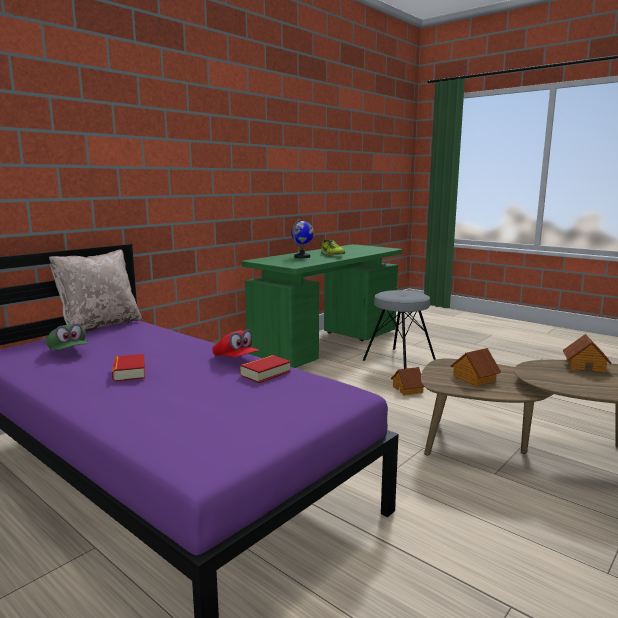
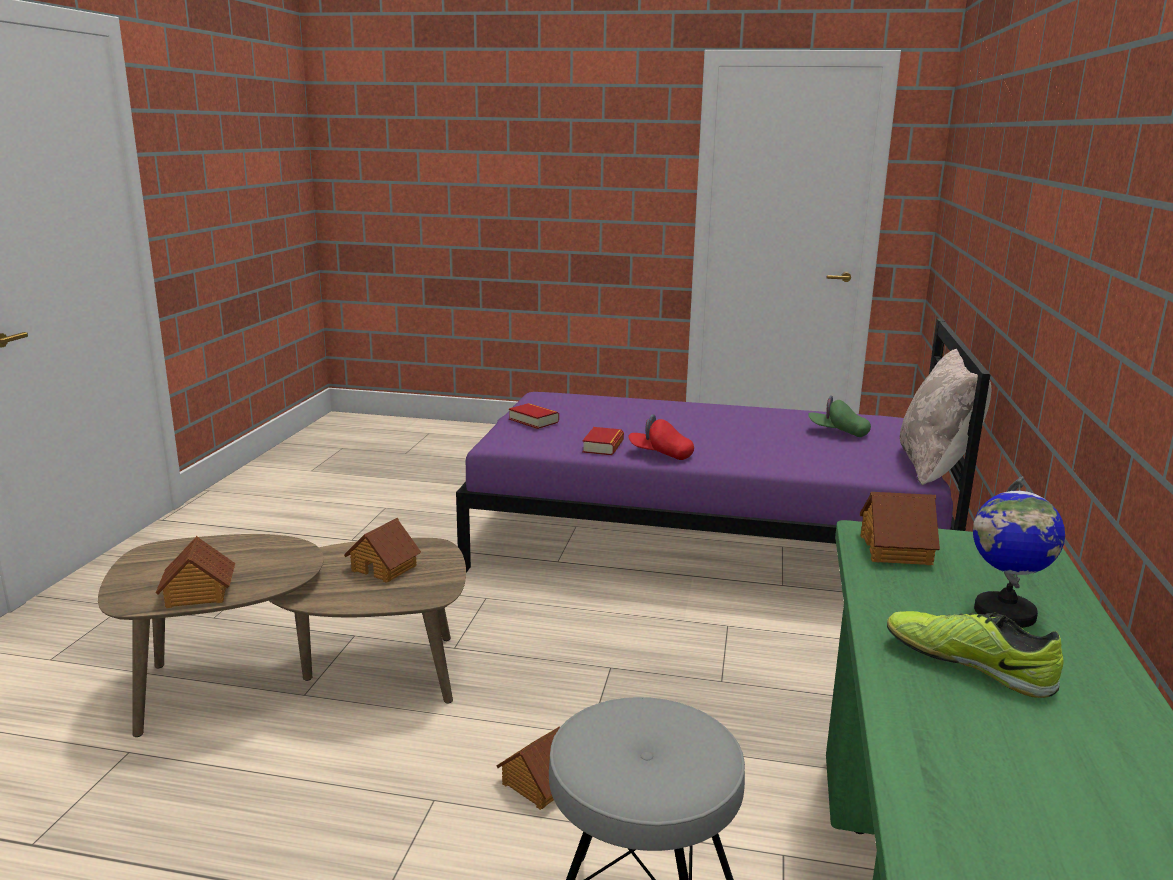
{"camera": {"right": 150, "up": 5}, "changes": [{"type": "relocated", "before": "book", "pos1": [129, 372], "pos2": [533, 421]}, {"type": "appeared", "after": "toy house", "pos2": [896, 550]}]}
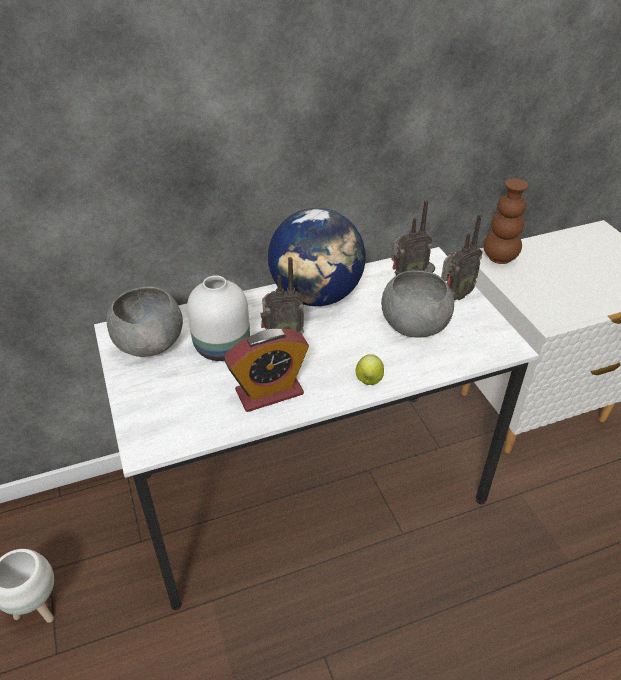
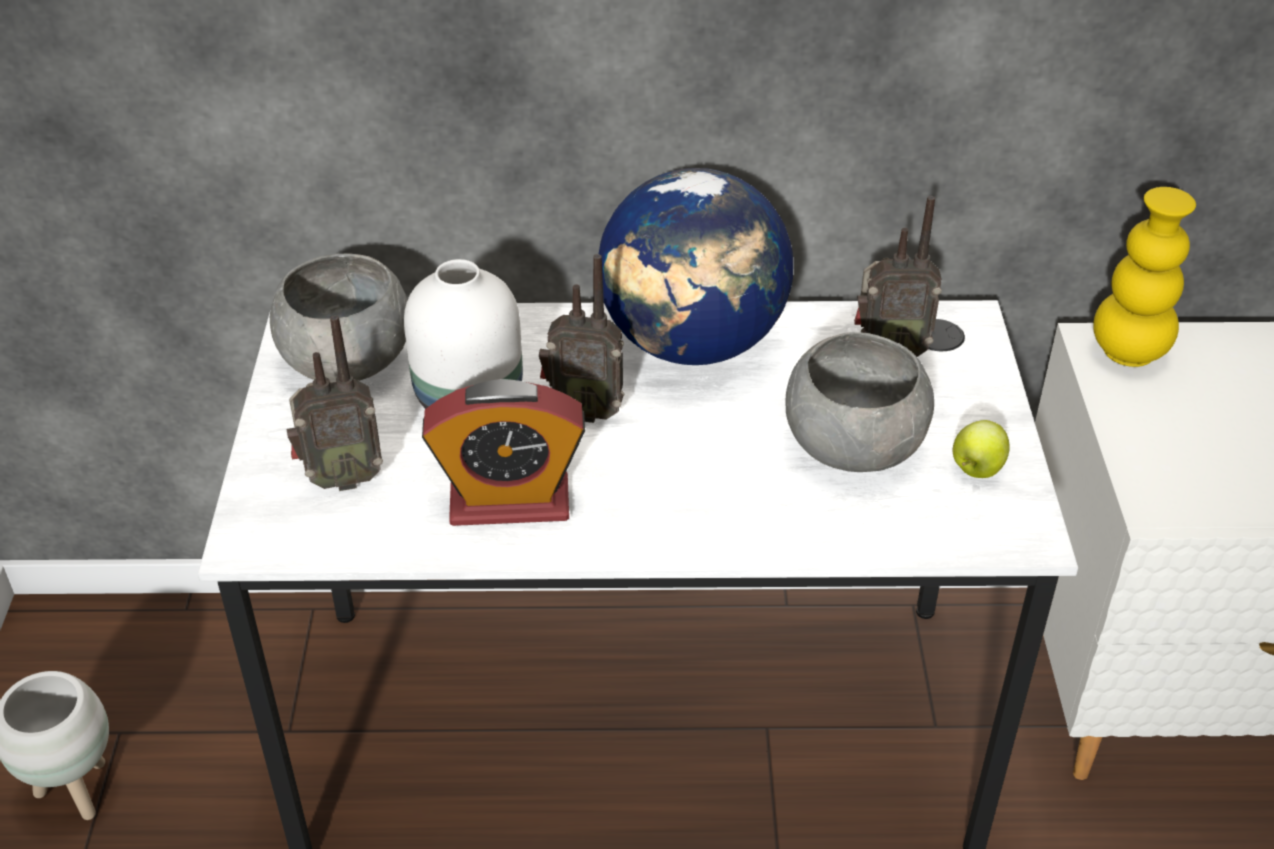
{"camera": {"right": 20, "up": 0}, "changes": [{"type": "relocated", "before": "radio", "pos1": [454, 296], "pos2": [341, 478]}, {"type": "relocated", "before": "apple", "pos1": [369, 380], "pos2": [976, 469]}, {"type": "colour", "before": "brown vase", "after": "yellow vase", "pos1": [499, 258], "pos2": [1128, 353]}]}
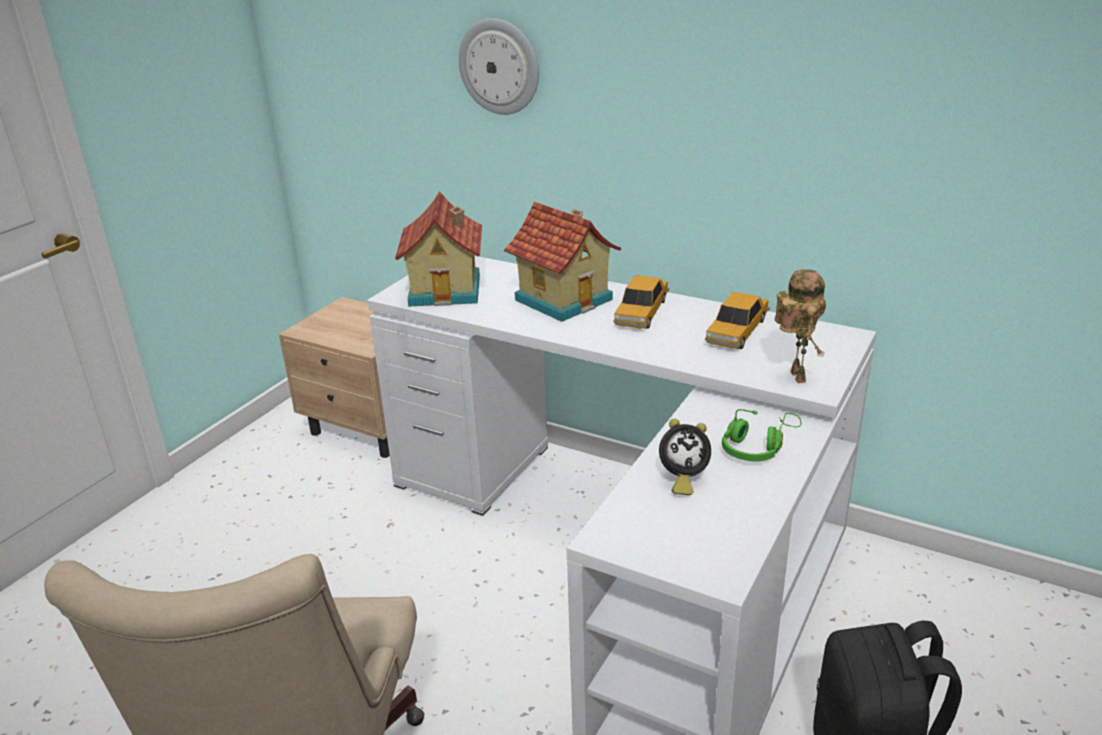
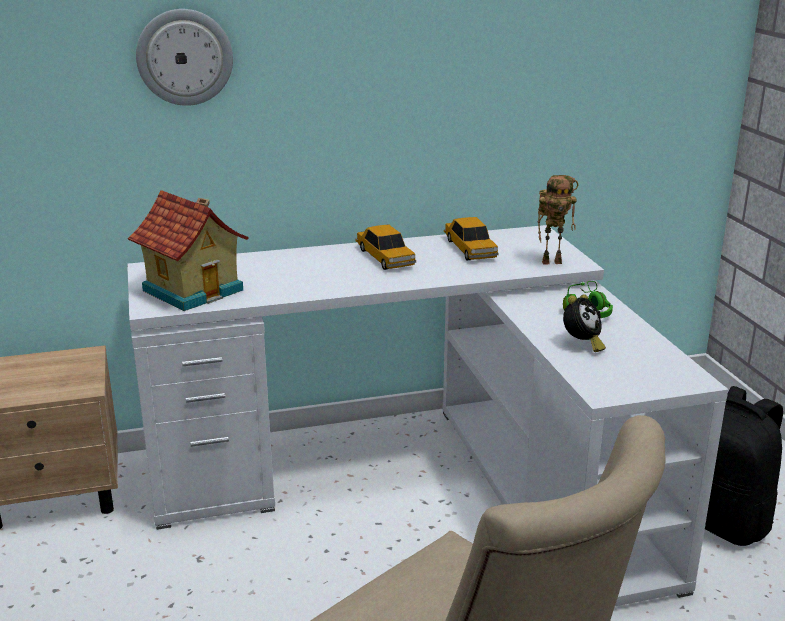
{"camera": {"right": -45, "up": -5}, "changes": [{"type": "spun", "before": "toy robot", "pos1": [794, 376], "pos2": [552, 262], "turn": 135}, {"type": "missing", "before": "toy house", "pos1": [565, 299]}]}
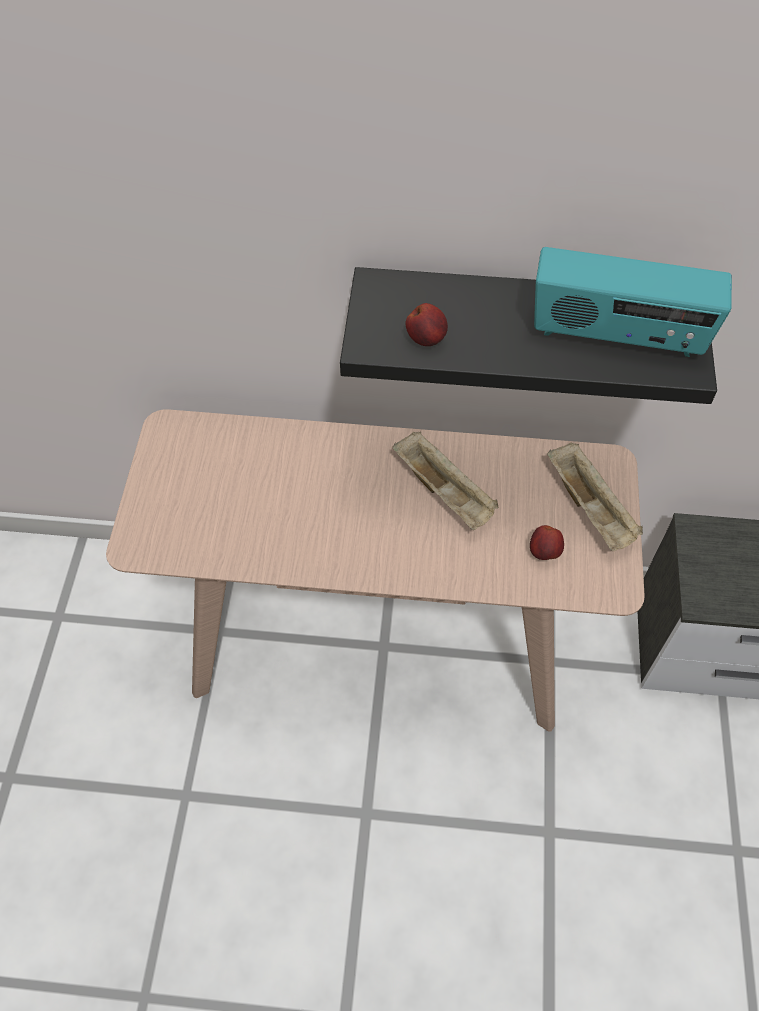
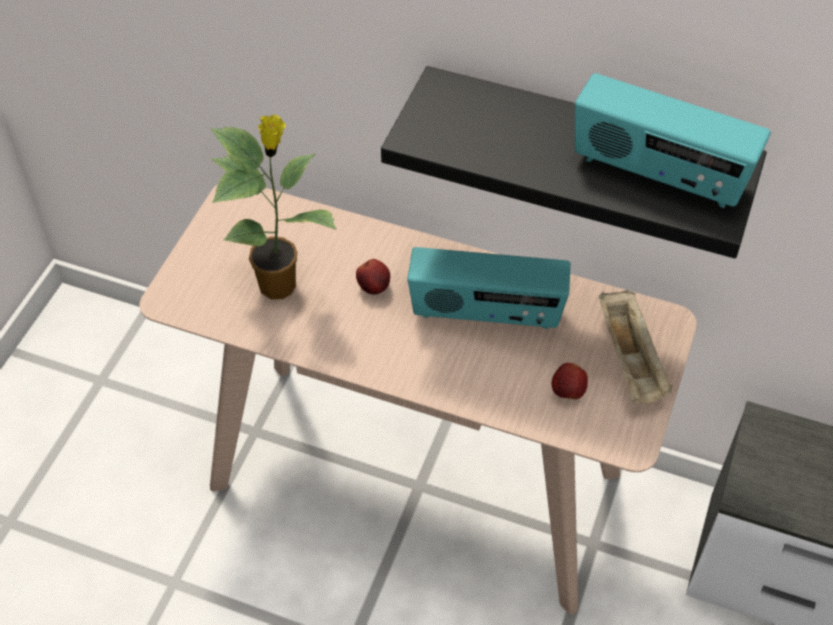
{"camera": {"right": 15, "up": -5}, "changes": [{"type": "appeared", "after": "potted plant", "pos2": [280, 285]}, {"type": "relocated", "before": "apple", "pos1": [426, 339], "pos2": [374, 287]}, {"type": "exchanged", "before": "beige tray", "after": "radio", "pos1": [445, 492], "pos2": [486, 313]}]}
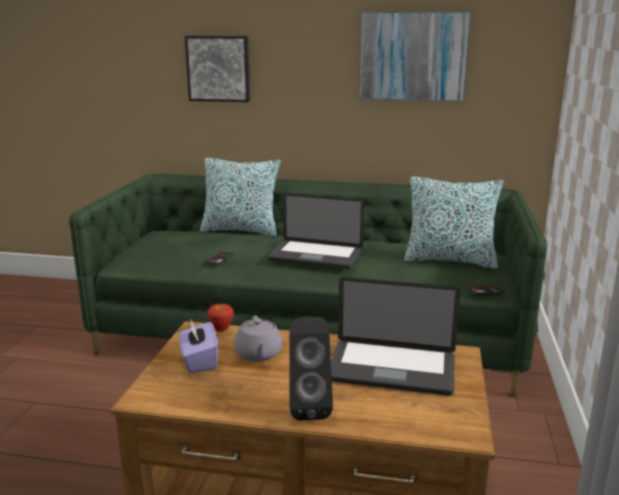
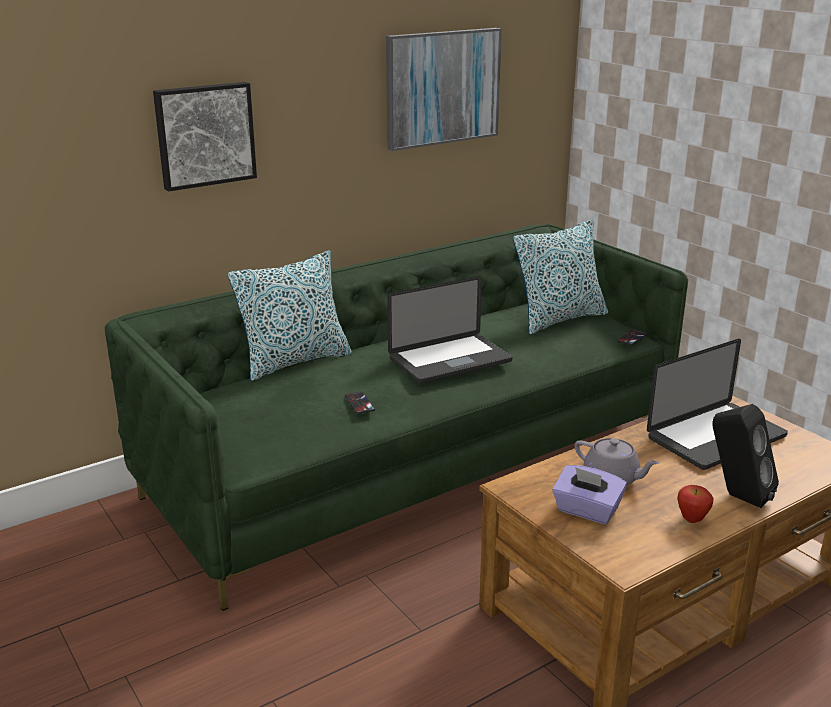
{"camera": {"right": -45, "up": 5}, "changes": [{"type": "relocated", "before": "apple", "pos1": [221, 330], "pos2": [692, 520]}]}
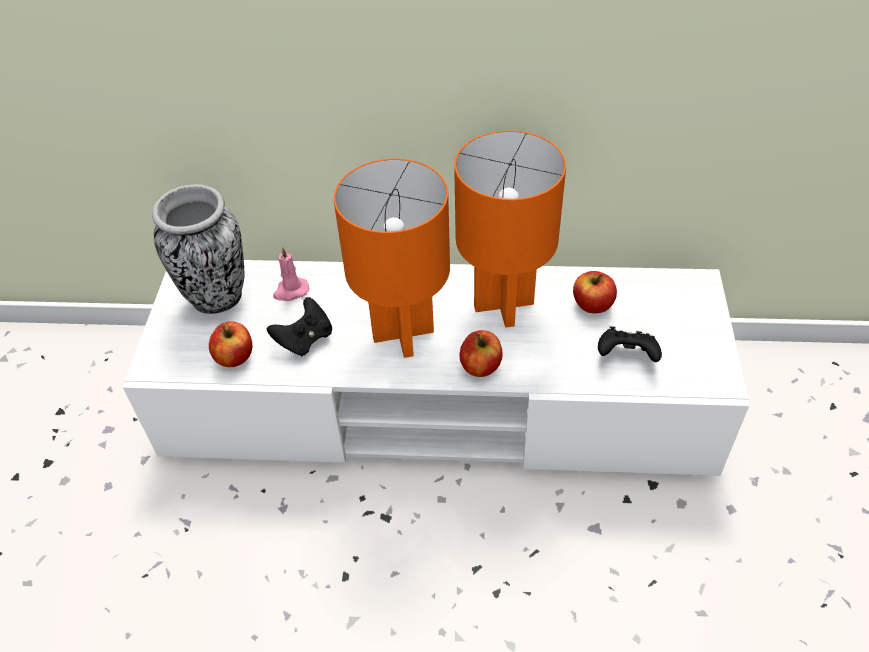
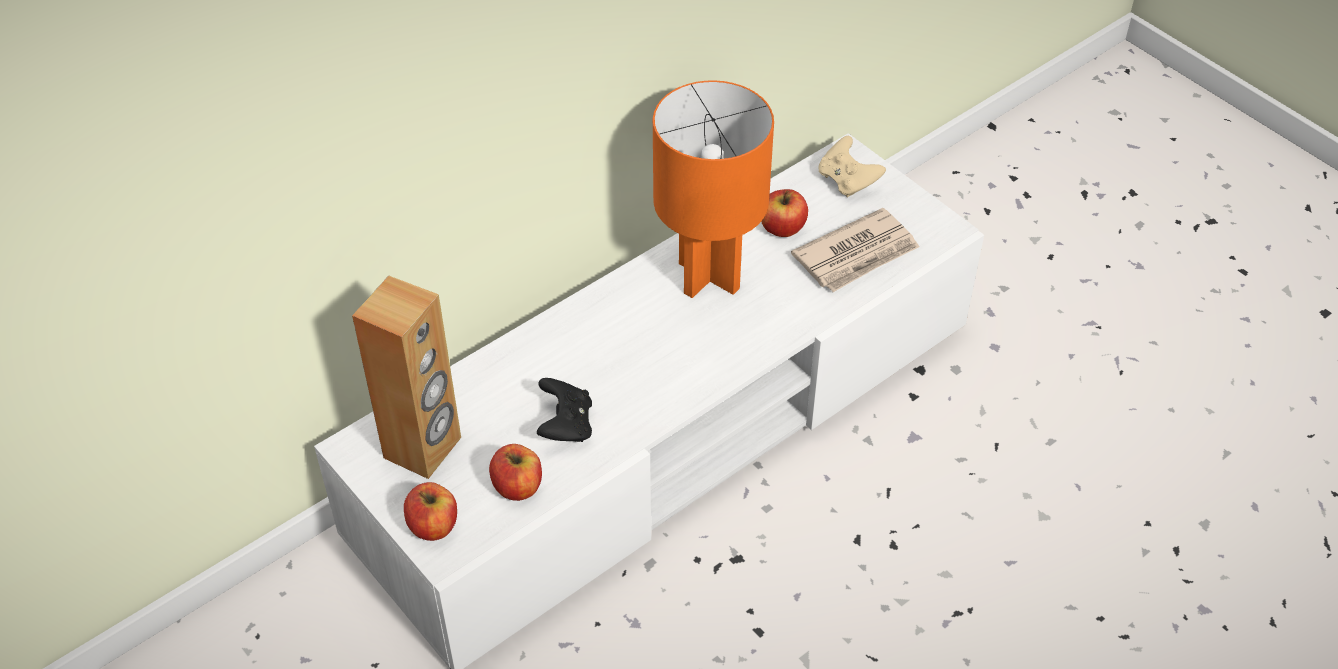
{"camera": {"right": -45, "up": 0}, "changes": [{"type": "exchanged", "before": "vase", "after": "brown speaker", "pos1": [217, 298], "pos2": [423, 448]}, {"type": "relocated", "before": "apple", "pos1": [481, 366], "pos2": [433, 525]}, {"type": "exchanged", "before": "black game controller", "after": "newspaper", "pos1": [626, 356], "pos2": [857, 254]}, {"type": "appeared", "after": "beige game controller", "pos2": [847, 181]}, {"type": "missing", "before": "pink candle", "pos1": [290, 291]}, {"type": "missing", "before": "orange table lamp", "pos1": [402, 333]}]}
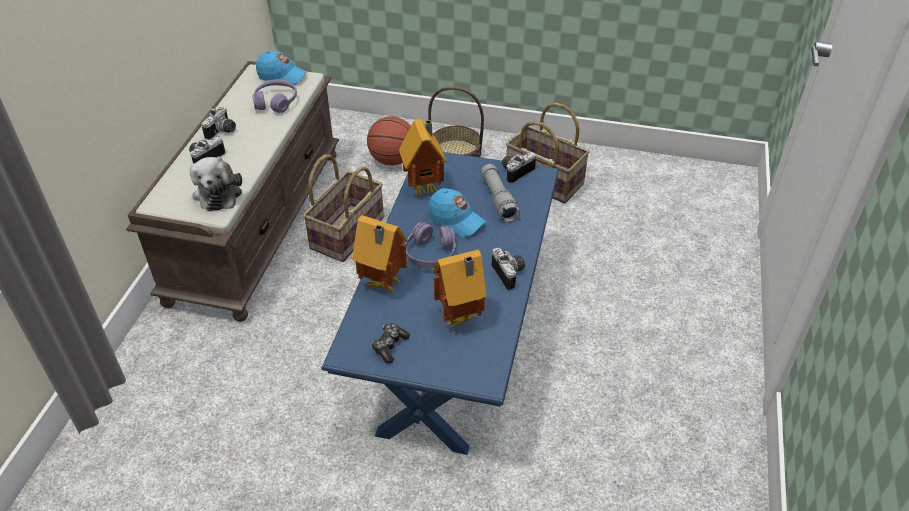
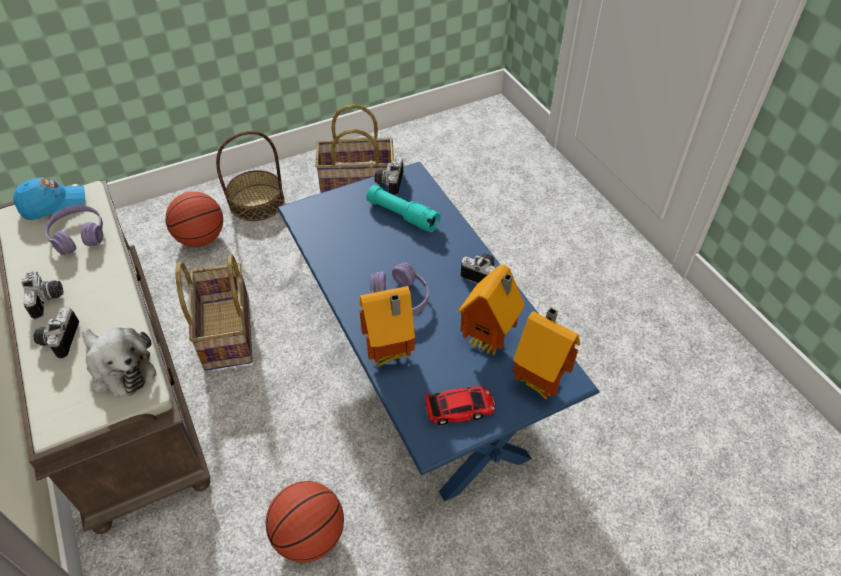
{"camera": {"right": -40, "up": 5}, "changes": [{"type": "appeared", "after": "basketball", "pos2": [309, 536]}, {"type": "colour", "before": "grey flashlight", "after": "turquoise flashlight", "pos1": [498, 199], "pos2": [402, 215]}, {"type": "exchanged", "before": "game controller", "after": "toy car", "pos1": [389, 346], "pos2": [459, 408]}, {"type": "relocated", "before": "toy house", "pos1": [425, 188], "pos2": [540, 382]}, {"type": "missing", "before": "blue cap", "pos1": [456, 220]}]}
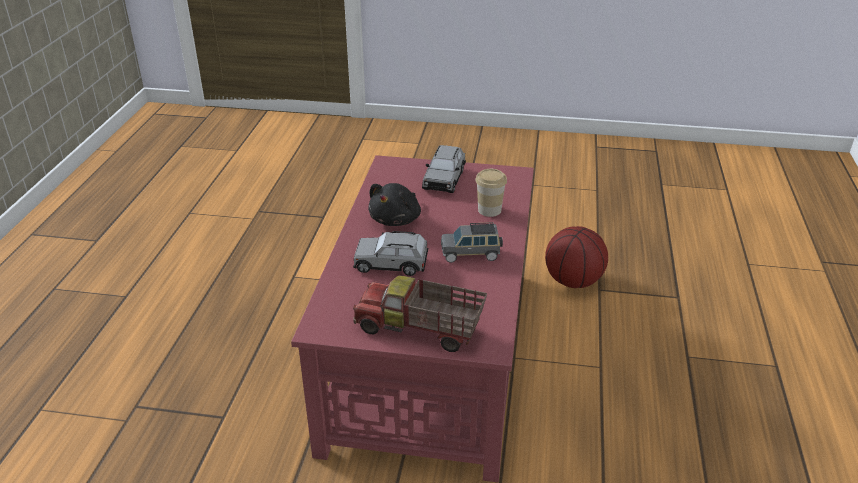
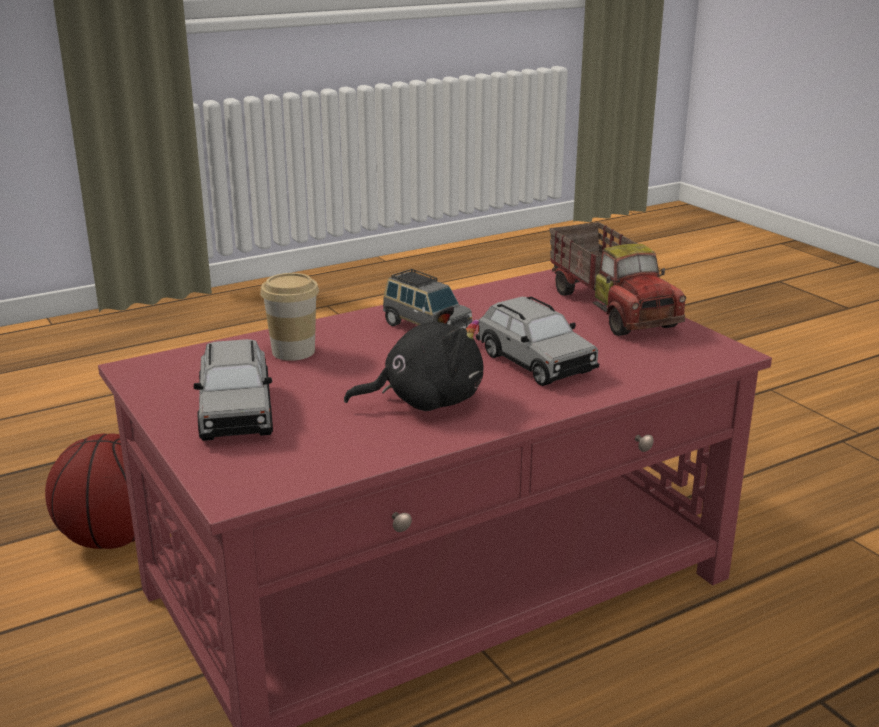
{"camera": {"right": -130, "up": -10}, "changes": [{"type": "spun", "before": "grey toy car", "pos1": [444, 179], "pos2": [236, 413], "turn": 105}]}
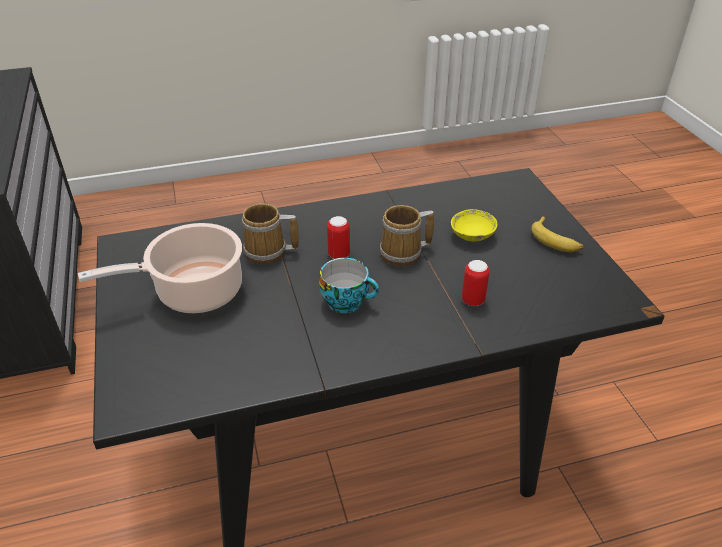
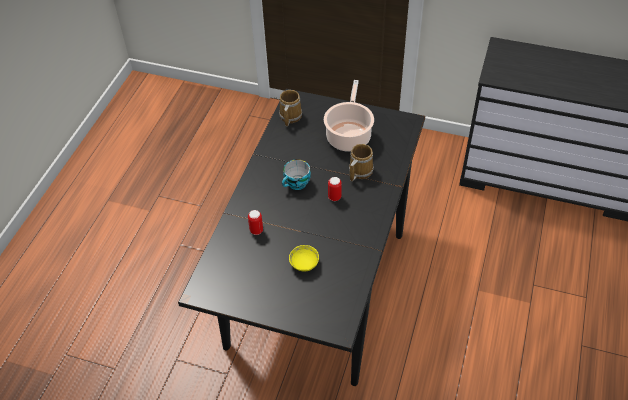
{"camera": {"right": 125, "up": 10}, "changes": [{"type": "relocated", "before": "mug", "pos1": [404, 253], "pos2": [289, 116]}, {"type": "missing", "before": "banana", "pos1": [555, 240]}]}
